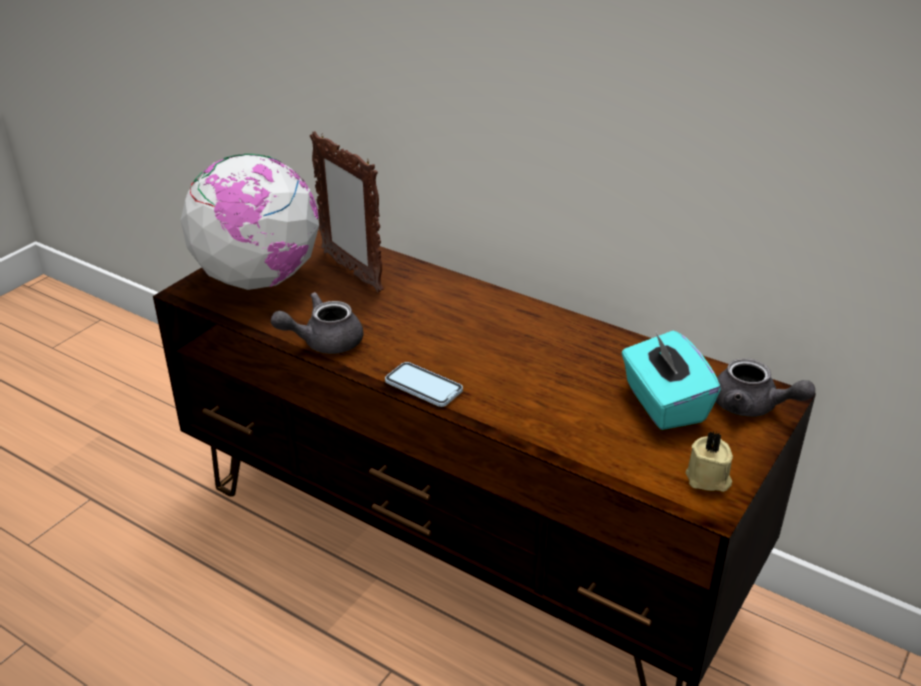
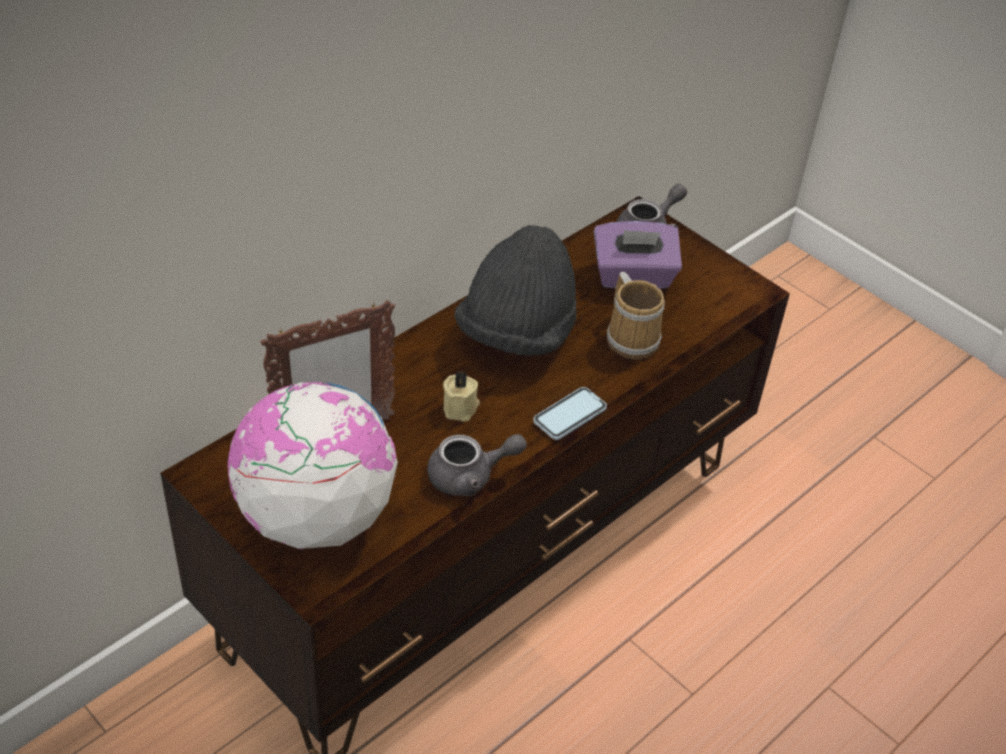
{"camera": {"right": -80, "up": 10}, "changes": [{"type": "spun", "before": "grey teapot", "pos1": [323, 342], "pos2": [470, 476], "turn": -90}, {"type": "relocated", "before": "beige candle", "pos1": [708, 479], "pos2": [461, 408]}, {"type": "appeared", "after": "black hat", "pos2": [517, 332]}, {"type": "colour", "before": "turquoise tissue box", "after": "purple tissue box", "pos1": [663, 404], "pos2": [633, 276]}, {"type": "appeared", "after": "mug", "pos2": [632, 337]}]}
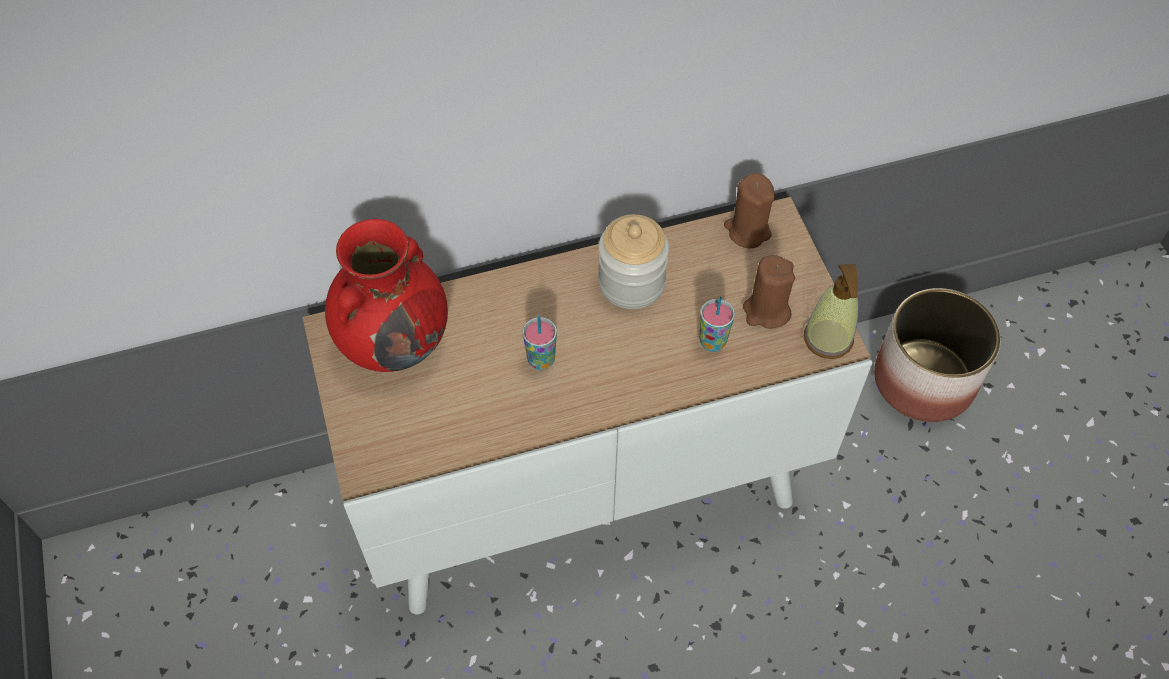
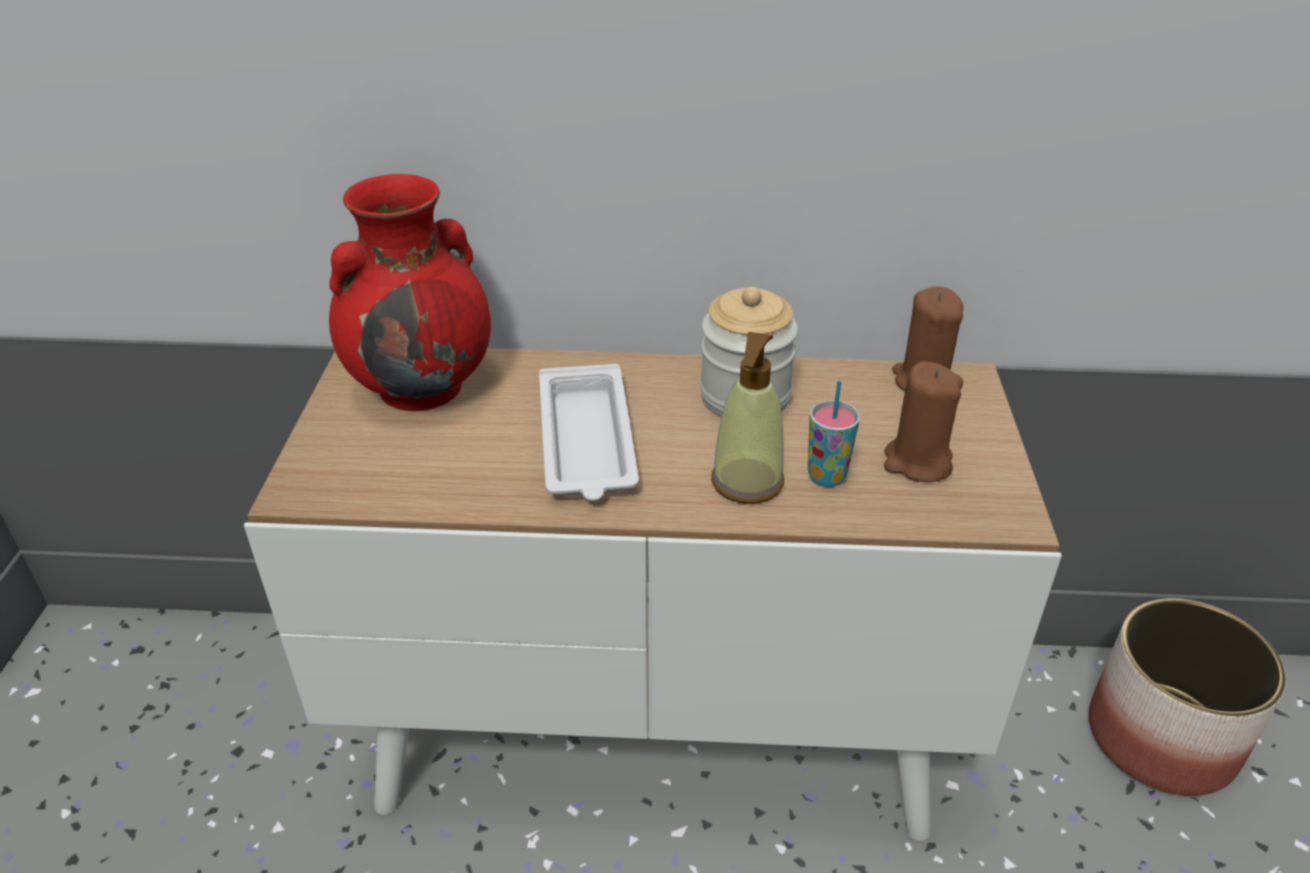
{"camera": {"right": 20, "up": -20}, "changes": [{"type": "exchanged", "before": "cup", "after": "white tray", "pos1": [541, 360], "pos2": [586, 442]}, {"type": "relocated", "before": "soap dispenser", "pos1": [828, 339], "pos2": [747, 482]}]}
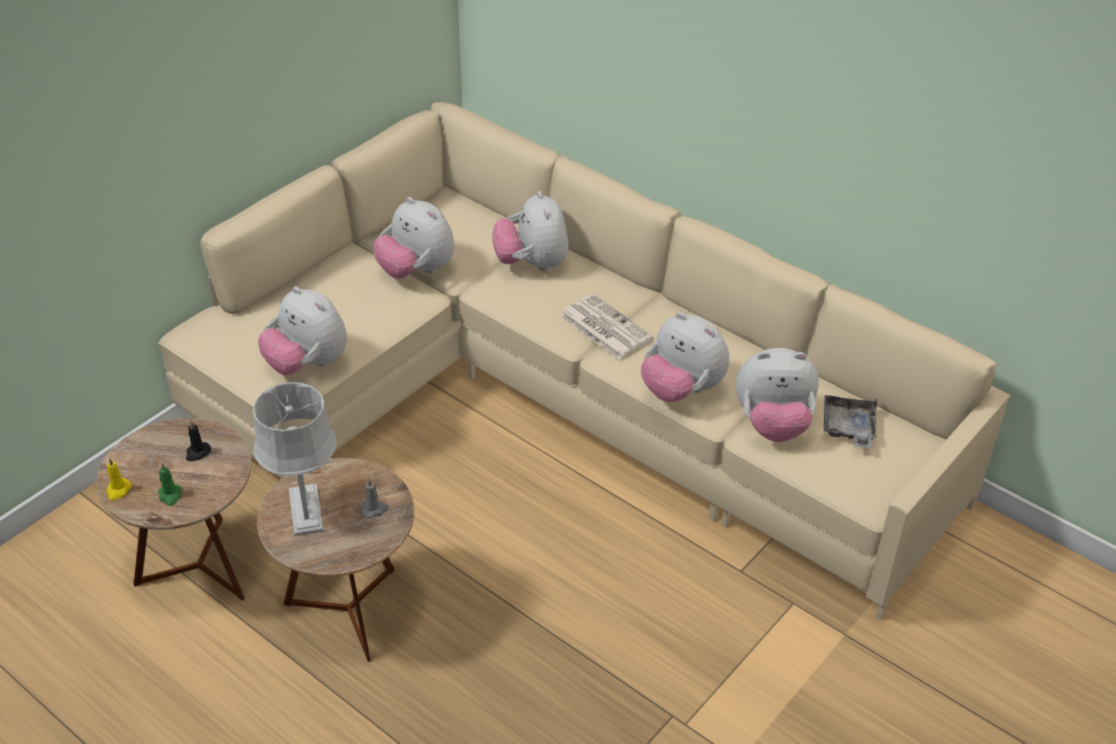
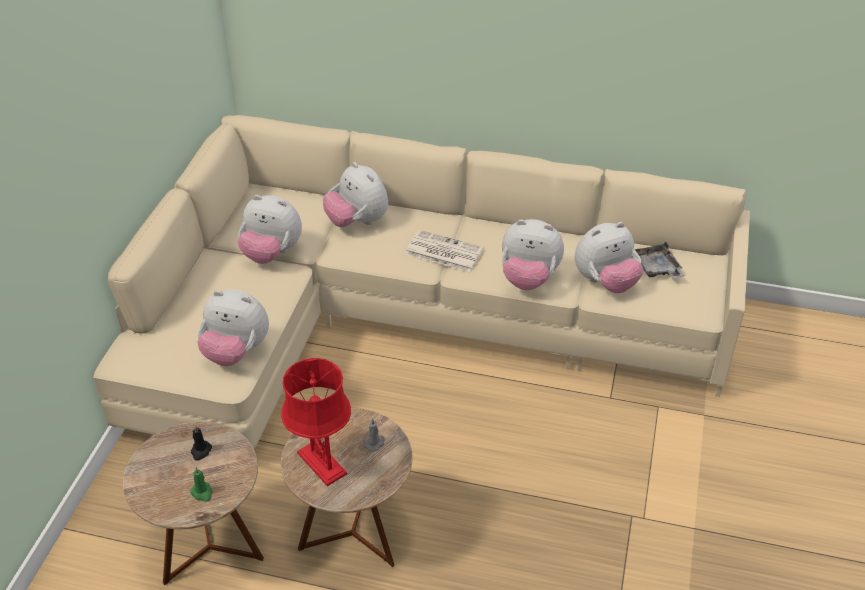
{"camera": {"right": -25, "up": 0}, "changes": [{"type": "colour", "before": "grey table lamp", "after": "red table lamp", "pos1": [306, 510], "pos2": [322, 463]}, {"type": "missing", "before": "yellow candle", "pos1": [118, 490]}]}
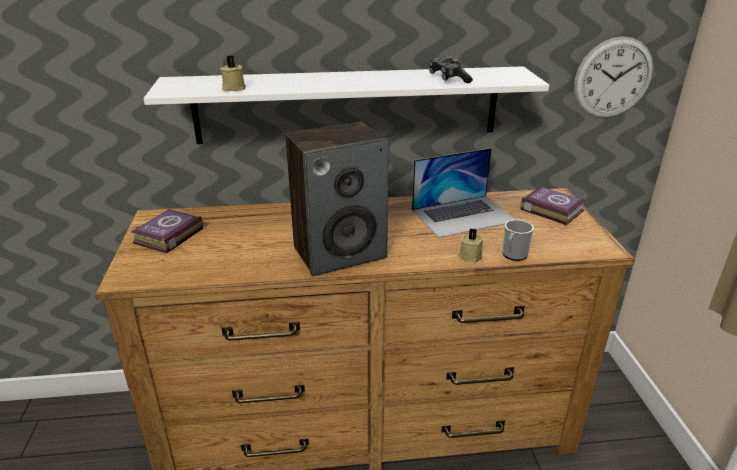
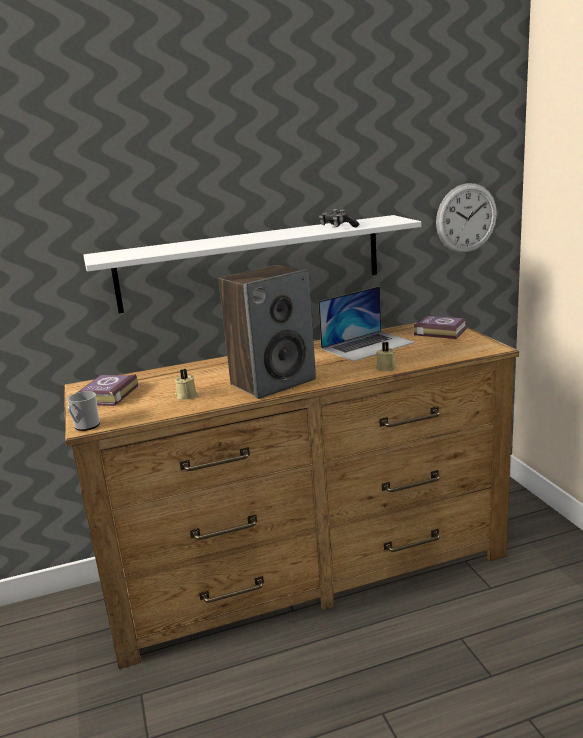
{"camera": {"right": -10, "up": -10}, "changes": [{"type": "relocated", "before": "mug", "pos1": [513, 255], "pos2": [85, 426]}, {"type": "relocated", "before": "beige candle", "pos1": [233, 88], "pos2": [186, 396]}]}
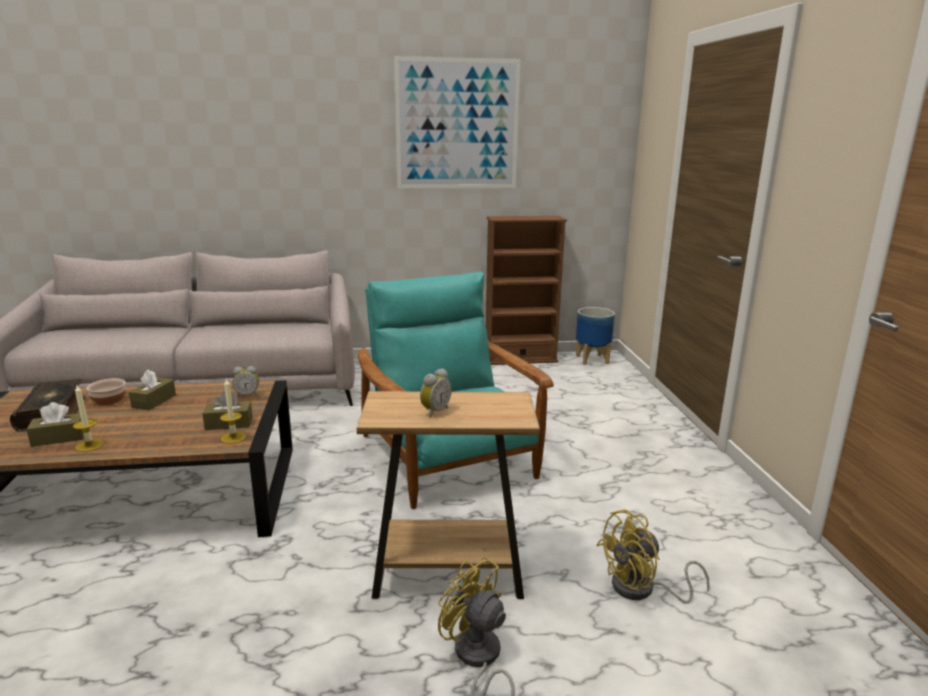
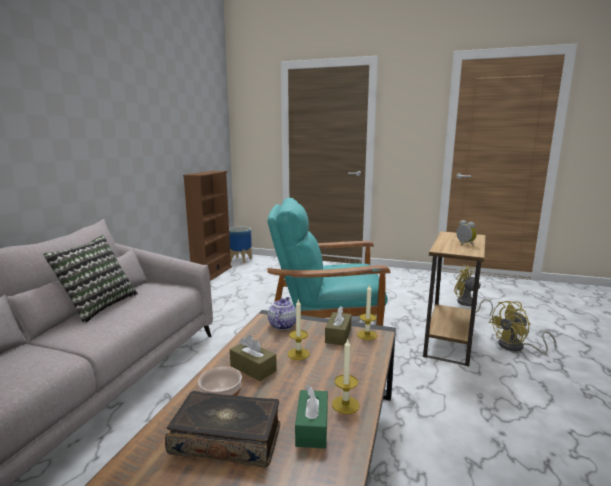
{"camera": {"right": -65, "up": -5}, "changes": [{"type": "appeared", "after": "pillow", "pos2": [98, 306]}, {"type": "exchanged", "before": "alarm clock", "after": "teapot", "pos1": [247, 395], "pos2": [282, 325]}, {"type": "appeared", "after": "candle", "pos2": [298, 354]}, {"type": "colour", "before": "brown tissue box", "after": "green tissue box", "pos1": [59, 438], "pos2": [312, 427]}, {"type": "spun", "before": "yellow fan", "pos1": [642, 590], "pos2": [468, 304], "turn": 135}, {"type": "missing", "before": "picture", "pos1": [457, 124]}]}
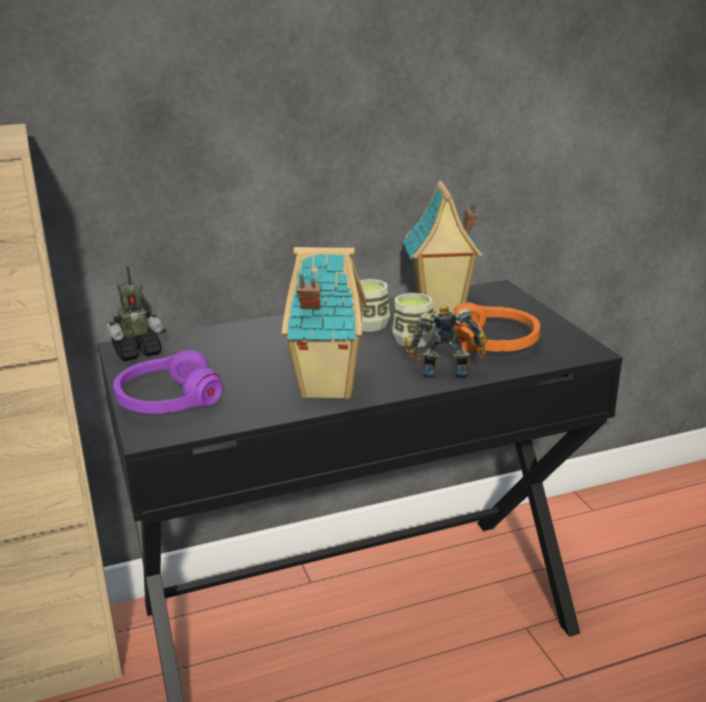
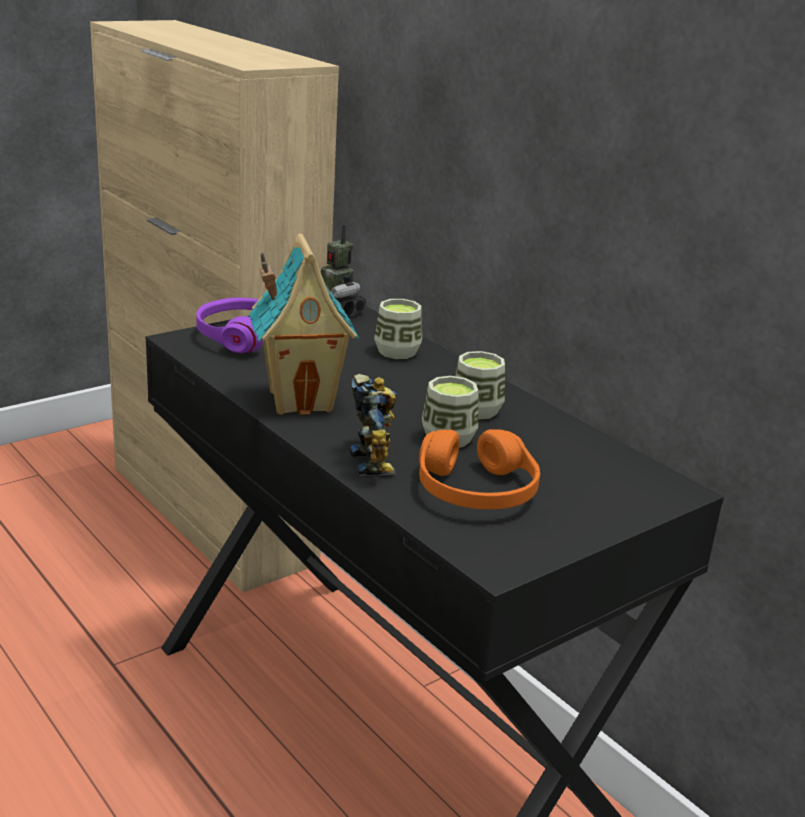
{"camera": {"right": 70, "up": 0}, "changes": [{"type": "appeared", "after": "cup", "pos2": [397, 351]}, {"type": "missing", "before": "toy house", "pos1": [440, 306]}]}
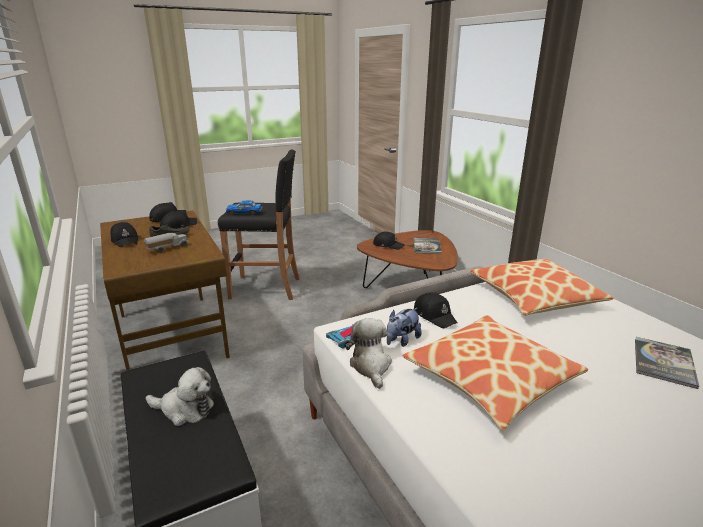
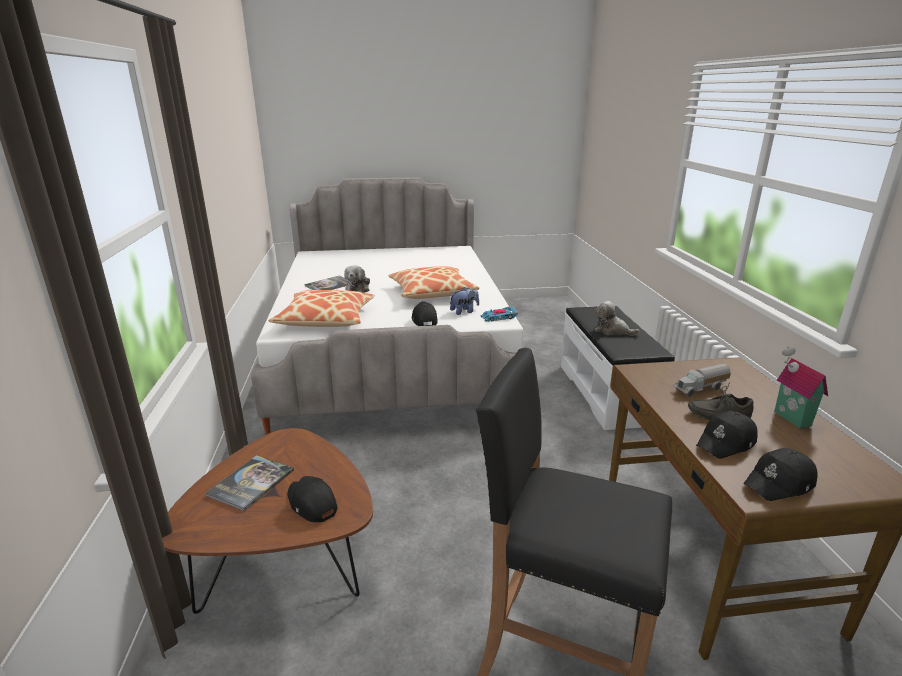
{"camera": {"right": -160, "up": 0}, "changes": [{"type": "relocated", "before": "plush toy", "pos1": [371, 366], "pos2": [358, 289]}, {"type": "exchanged", "before": "black cap", "after": "toy house", "pos1": [125, 240], "pos2": [790, 419]}, {"type": "missing", "before": "toy car", "pos1": [244, 212]}]}
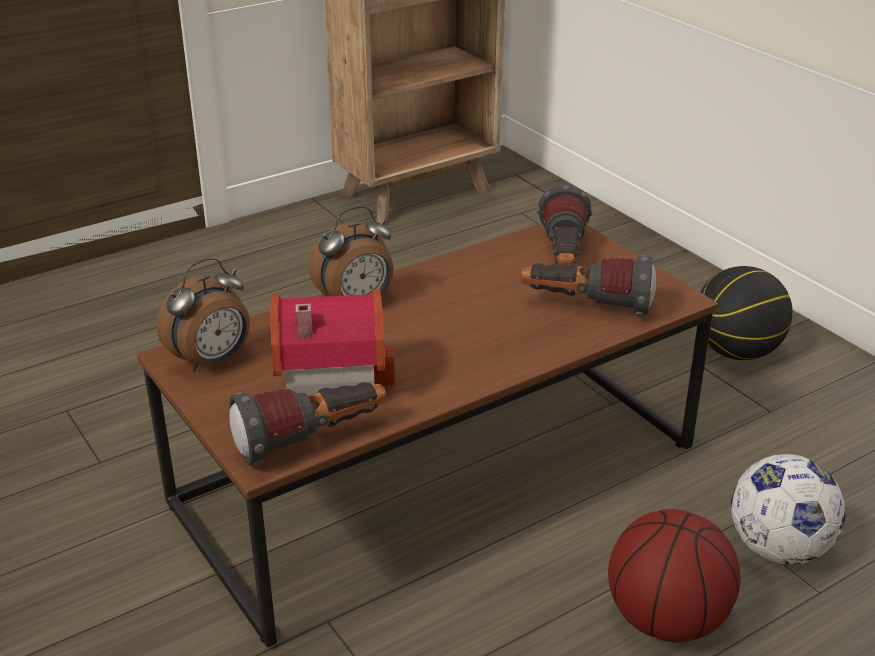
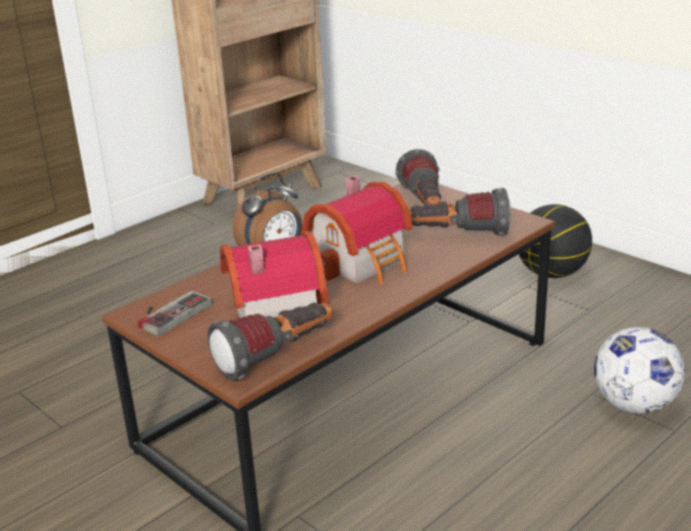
{"camera": {"right": -10, "up": -5}, "changes": [{"type": "exchanged", "before": "alarm clock", "after": "game controller", "pos1": [212, 362], "pos2": [170, 313]}, {"type": "appeared", "after": "toy house", "pos2": [364, 262]}, {"type": "missing", "before": "basketball", "pos1": [667, 621]}]}
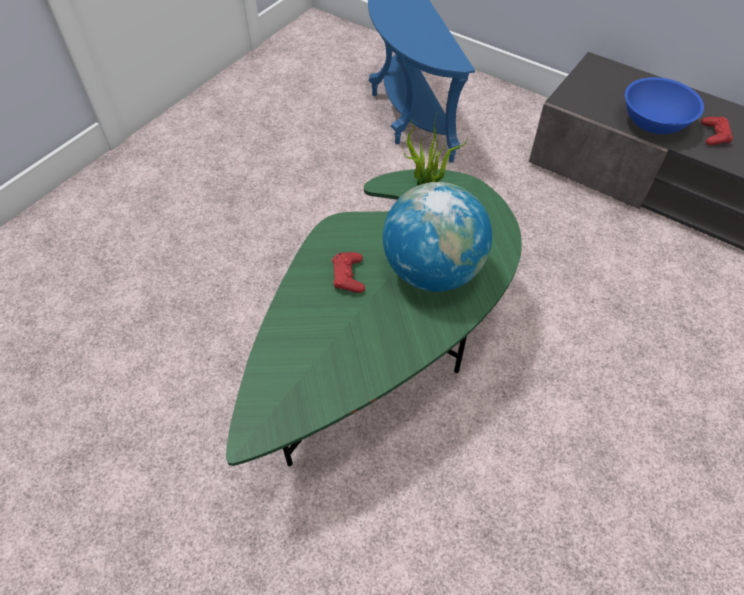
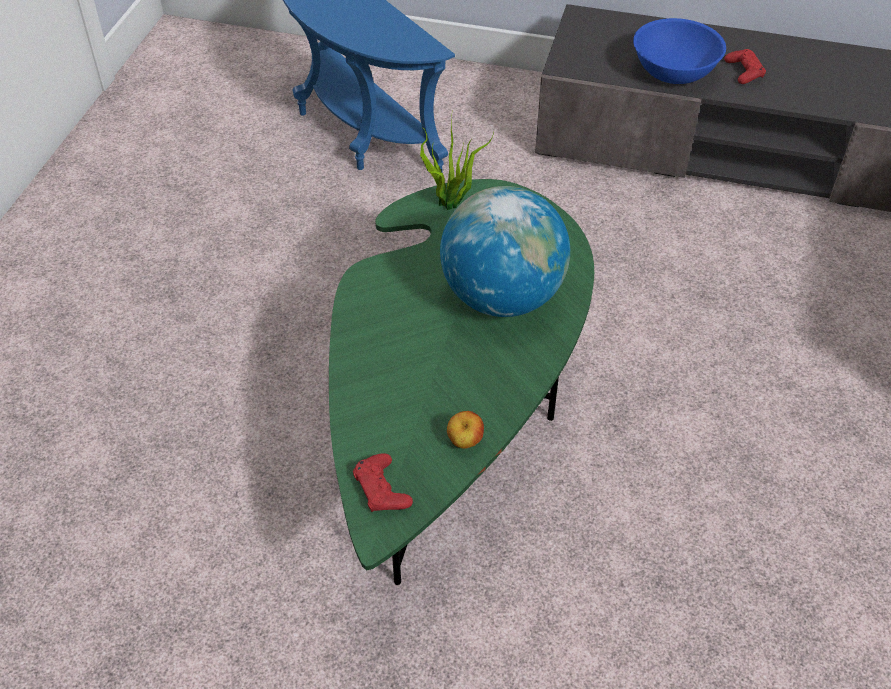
{"camera": {"right": -20, "up": -5}, "changes": [{"type": "relocated", "before": "red game controller", "pos1": [348, 276], "pos2": [381, 489]}, {"type": "appeared", "after": "apple", "pos2": [465, 442]}]}
